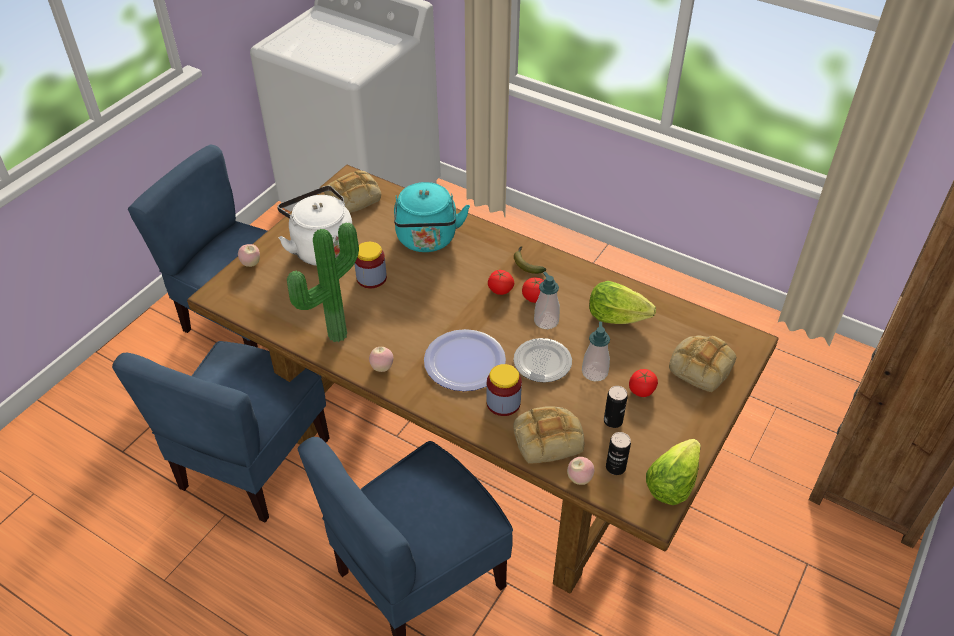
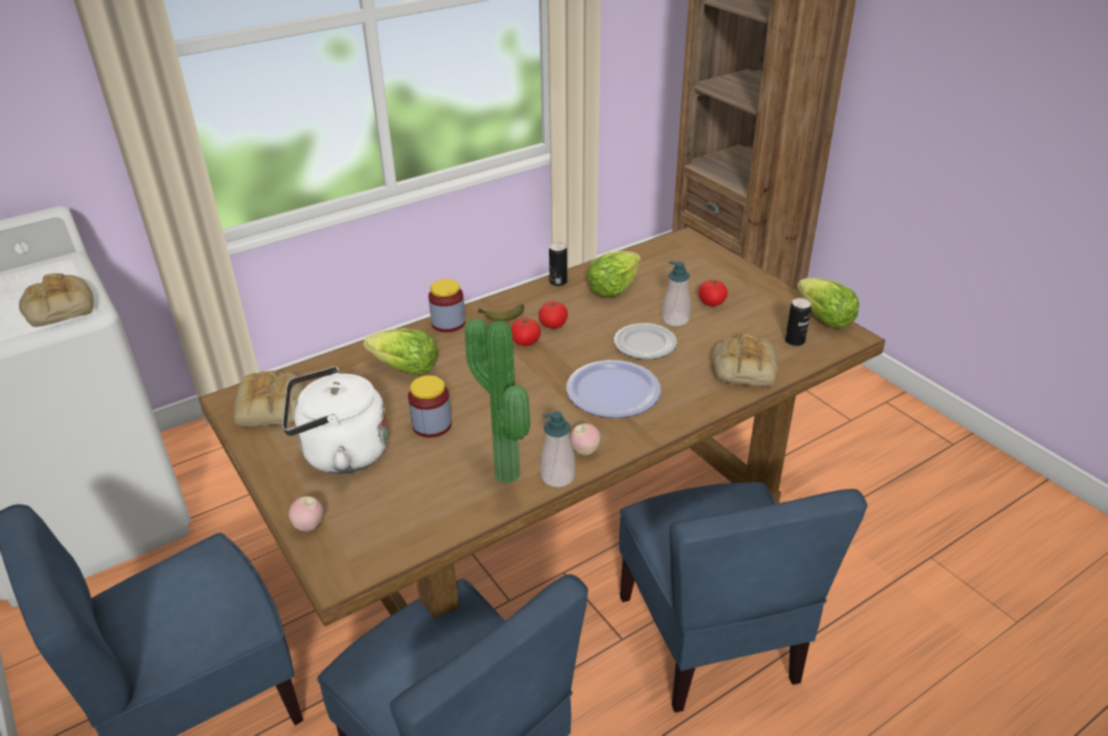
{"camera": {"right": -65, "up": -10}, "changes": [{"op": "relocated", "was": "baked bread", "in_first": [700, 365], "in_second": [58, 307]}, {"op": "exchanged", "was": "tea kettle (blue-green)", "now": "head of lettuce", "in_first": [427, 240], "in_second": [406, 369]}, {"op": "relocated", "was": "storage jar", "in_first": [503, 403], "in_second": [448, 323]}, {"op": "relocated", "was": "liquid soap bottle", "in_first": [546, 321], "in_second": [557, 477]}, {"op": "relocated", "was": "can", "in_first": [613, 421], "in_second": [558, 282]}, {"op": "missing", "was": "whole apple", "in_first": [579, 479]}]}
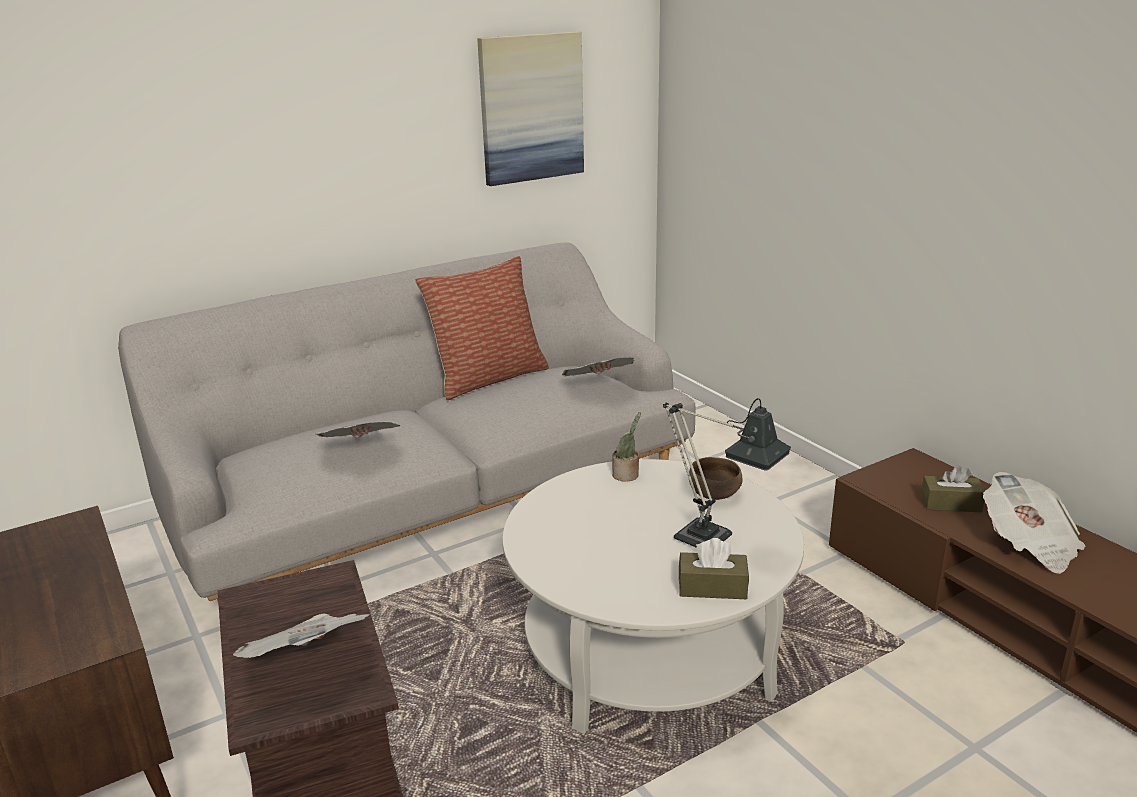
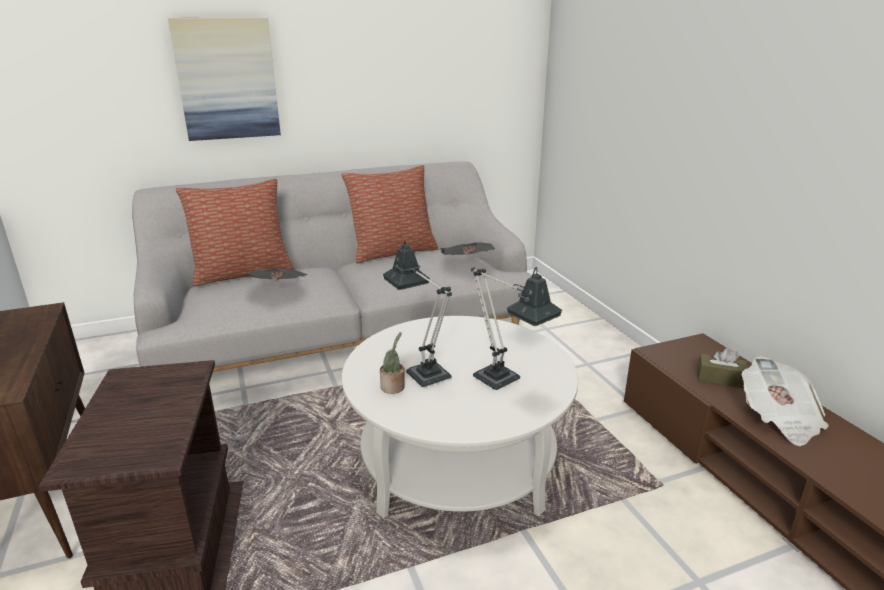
{"camera": {"right": 10, "up": 0}, "changes": [{"op": "relocated", "was": "picture", "in_first": [531, 108], "in_second": [227, 79]}, {"op": "appeared", "now": "pillow", "in_second": [242, 273]}, {"op": "relocated", "was": "houseplant", "in_first": [627, 475], "in_second": [393, 387]}, {"op": "appeared", "now": "table lamp", "in_second": [423, 371]}, {"op": "missing", "was": "printed paper", "in_first": [308, 661]}, {"op": "missing", "was": "tissue holder (brown-coloured)", "in_first": [712, 587]}, {"op": "missing", "was": "deep dish (brown-coloured)", "in_first": [715, 494]}]}
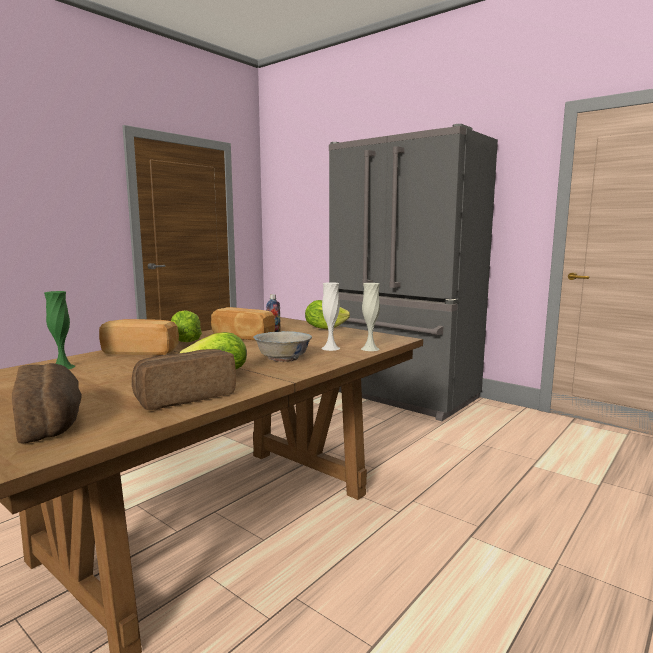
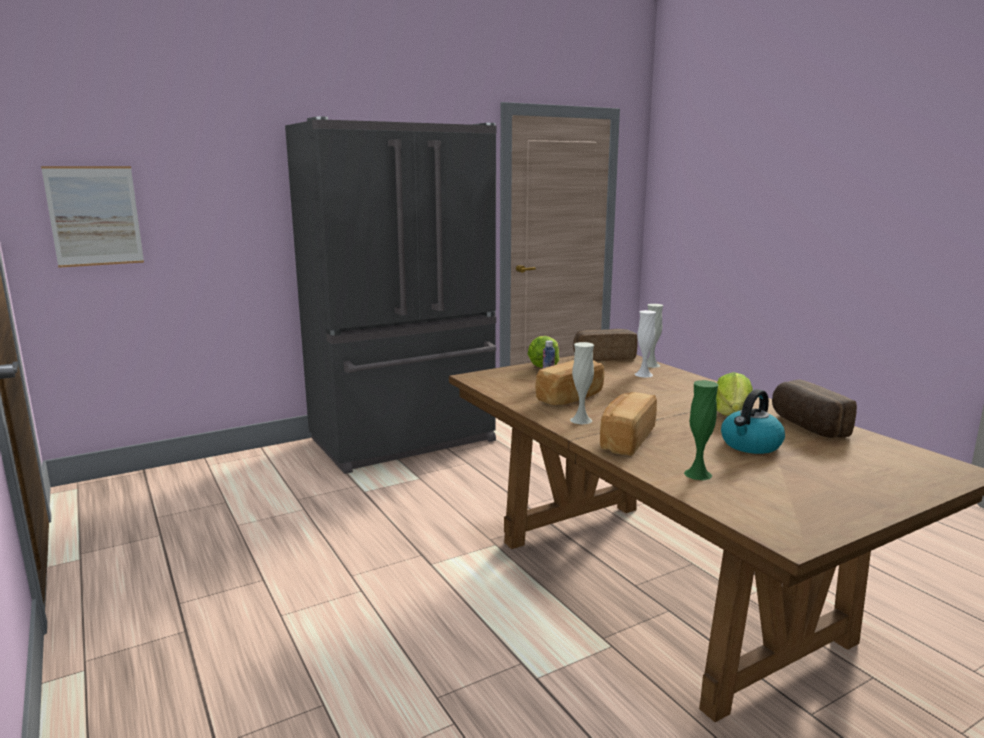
{"camera": {"right": -70, "up": 5}, "changes": [{"op": "appeared", "now": "picture", "in_second": [94, 216]}, {"op": "exchanged", "was": "head of lettuce", "now": "decorative vase (white)", "in_first": [185, 341], "in_second": [581, 420]}, {"op": "relocated", "was": "baked bread", "in_first": [52, 422], "in_second": [603, 357]}, {"op": "appeared", "now": "tea kettle", "in_second": [750, 445]}, {"op": "missing", "was": "deep dish (white)", "in_first": [283, 358]}]}
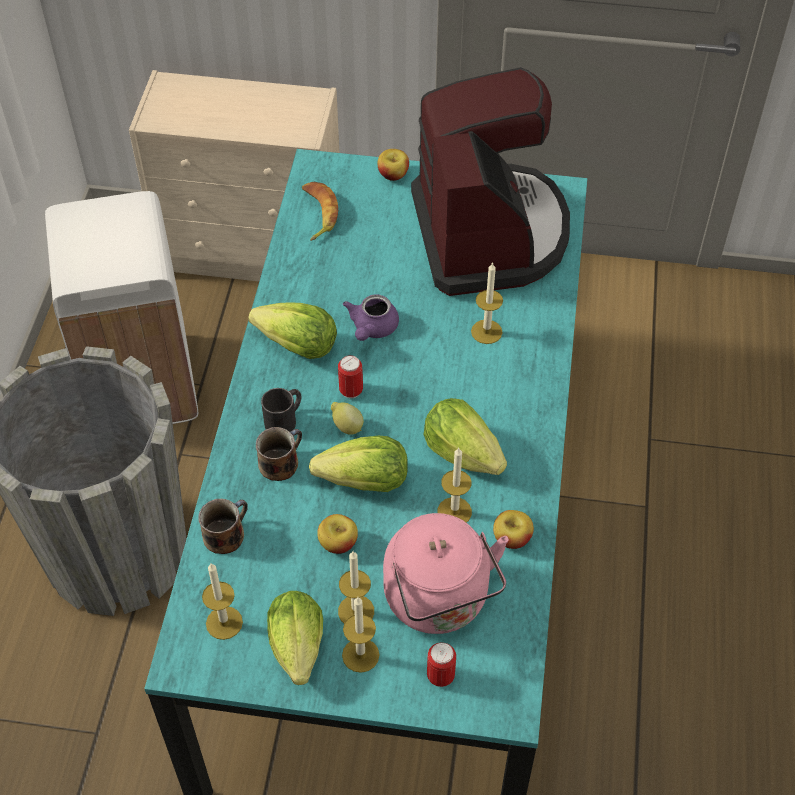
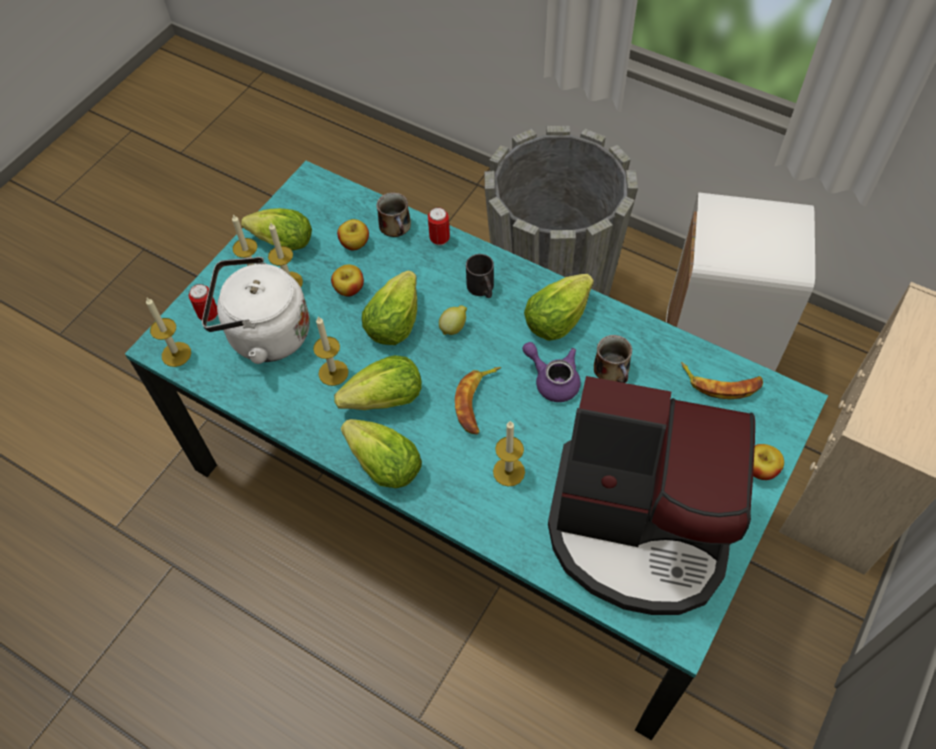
{"camera": {"right": 115, "up": 5}, "changes": [{"op": "relocated", "was": "wax light", "in_first": [224, 623], "in_second": [176, 354]}, {"op": "colour", "was": "tea kettle (pinkish)", "now": "tea kettle (white)", "in_first": [440, 601], "in_second": [264, 335]}, {"op": "relocated", "was": "whole apple", "in_first": [512, 538], "in_second": [355, 244]}, {"op": "appeared", "now": "head of lettuce", "in_second": [384, 465]}, {"op": "relocated", "was": "can", "in_first": [351, 391], "in_second": [439, 239]}, {"op": "appeared", "now": "banana", "in_second": [477, 402]}, {"op": "relocated", "was": "mug", "in_first": [280, 462], "in_second": [612, 370]}]}
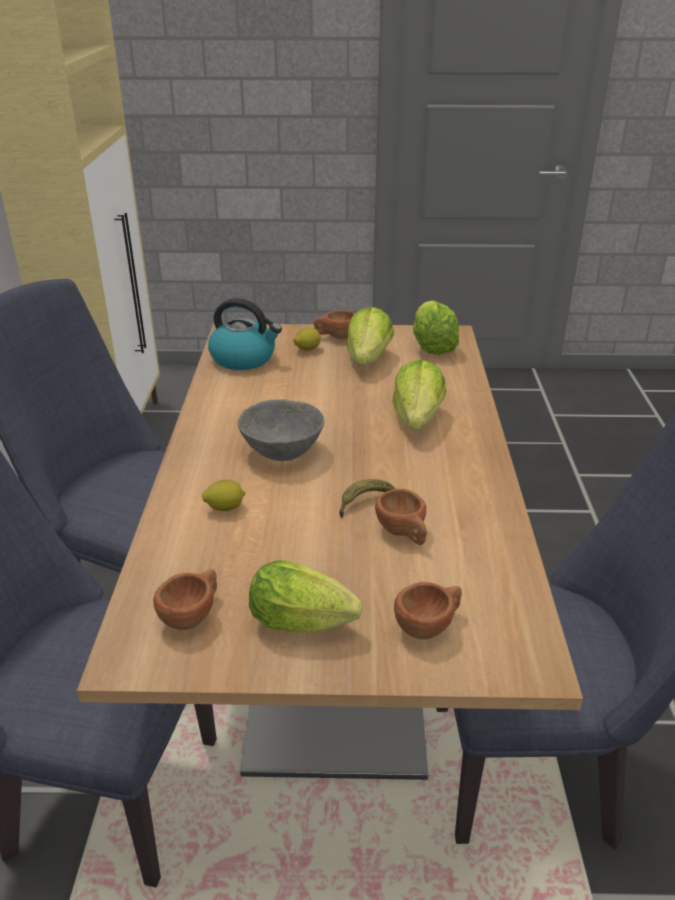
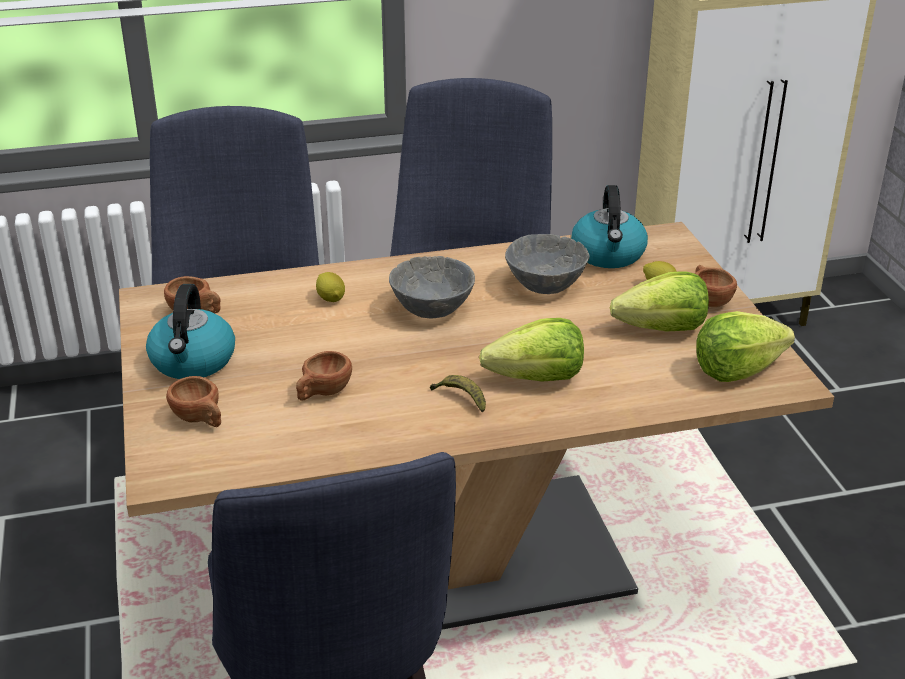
{"camera": {"right": 75, "up": 0}, "changes": [{"op": "exchanged", "was": "head of lettuce", "now": "tea kettle", "in_first": [307, 623], "in_second": [193, 362]}, {"op": "relocated", "was": "banana", "in_first": [363, 502], "in_second": [461, 399]}, {"op": "appeared", "now": "deep dish (grey)", "in_second": [545, 286]}]}
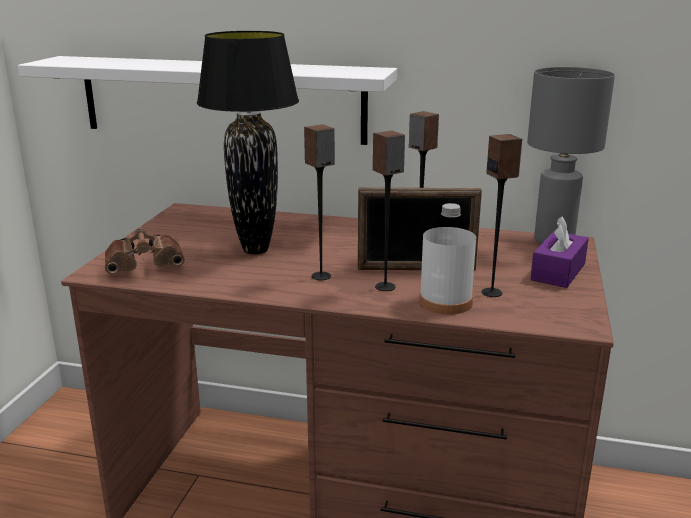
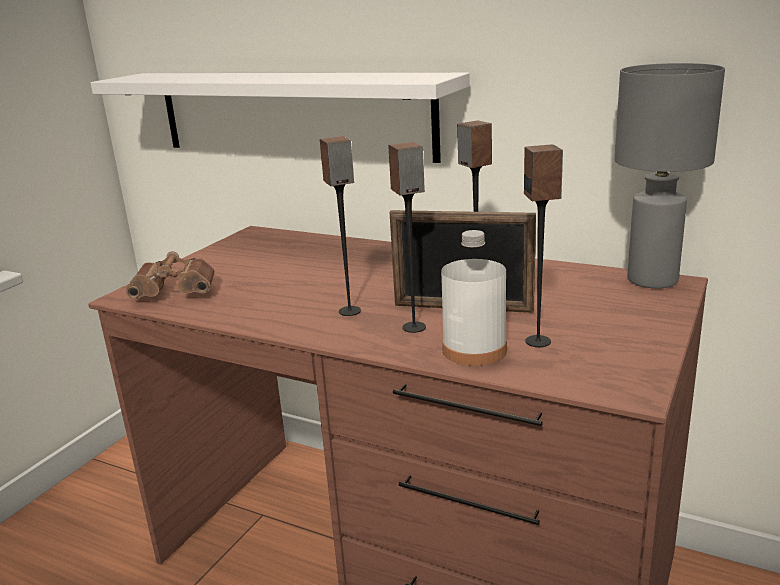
{"camera": {"right": 15, "up": 0}, "changes": [{"op": "missing", "was": "table lamp (blackish)", "in_first": [255, 250]}, {"op": "missing", "was": "tissue holder (purple)", "in_first": [558, 272]}]}
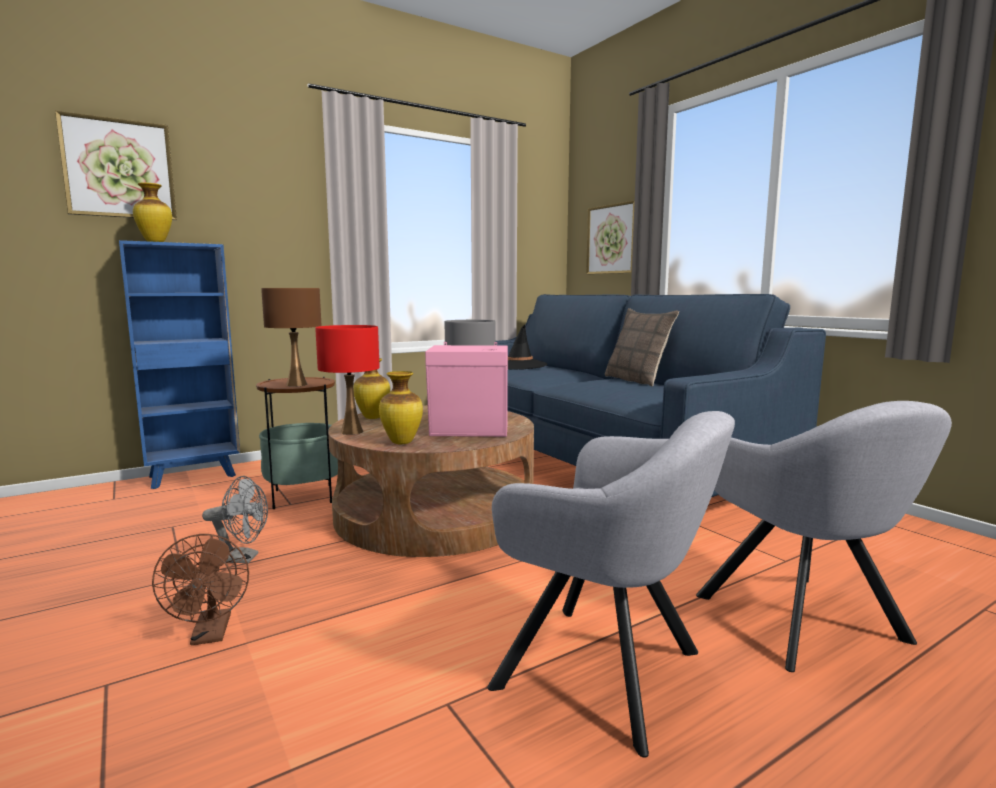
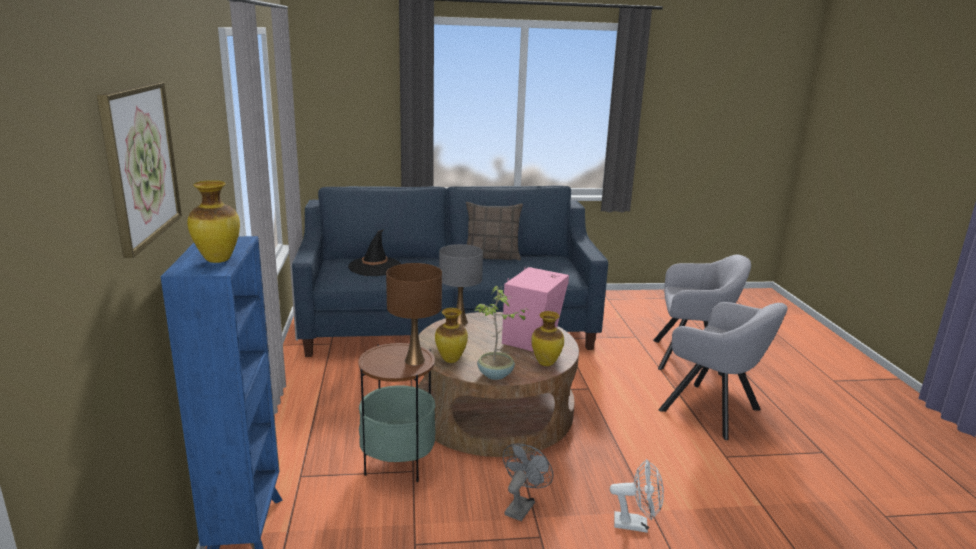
{"camera": {"right": -65, "up": 10}, "changes": [{"op": "exchanged", "was": "table lamp (red)", "now": "houseplant", "in_first": [351, 432], "in_second": [495, 375]}, {"op": "colour", "was": "fan (brown-coloured)", "now": "fan (white)", "in_first": [210, 635], "in_second": [636, 524]}, {"op": "spun", "was": "easy chair (grey)", "in_first": [610, 674], "in_second": [715, 412], "clockwise": 75}, {"op": "missing", "was": "picture", "in_first": [612, 239]}]}
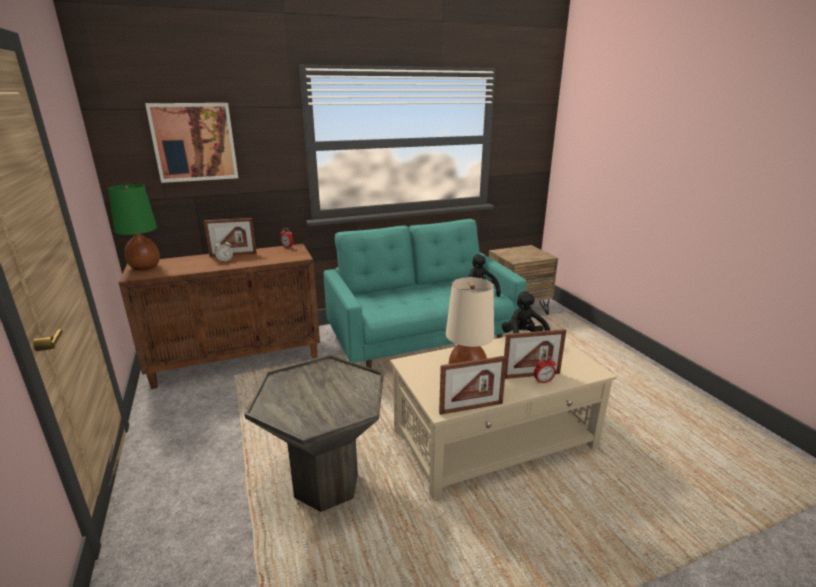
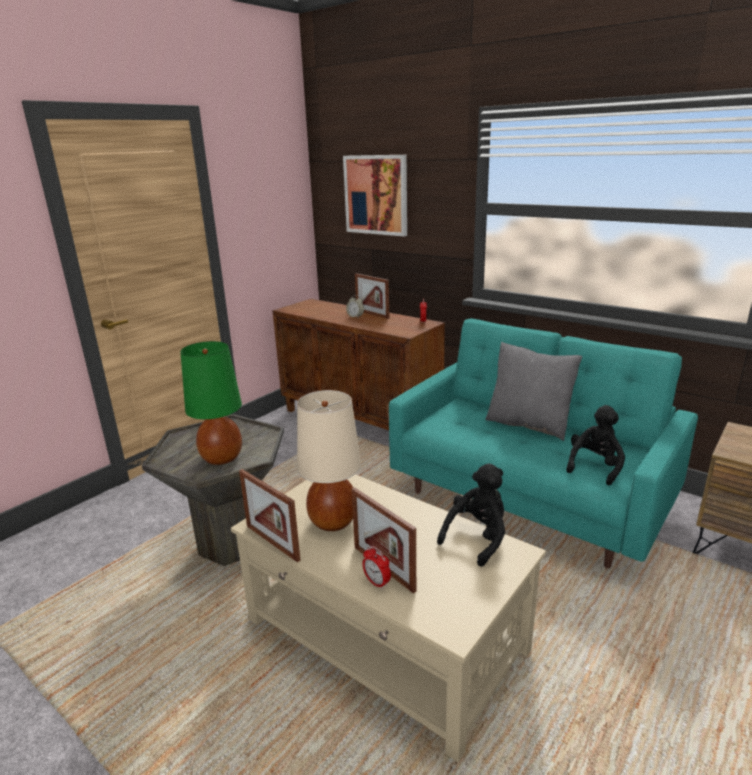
{"camera": {"right": 60, "up": 0}, "changes": [{"op": "relocated", "was": "table lamp (green-coloured)", "in_first": [145, 267], "in_second": [222, 458]}, {"op": "appeared", "now": "pillow (grey)", "in_second": [529, 424]}]}
